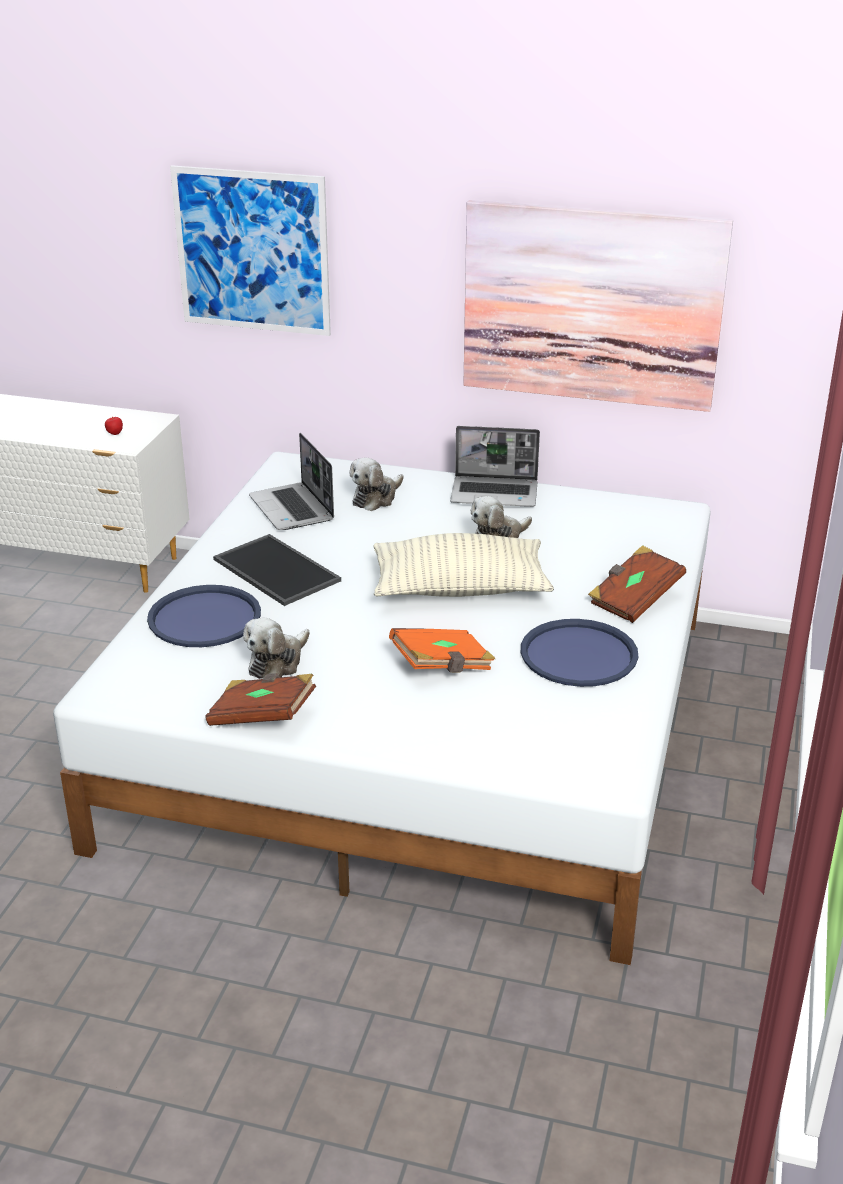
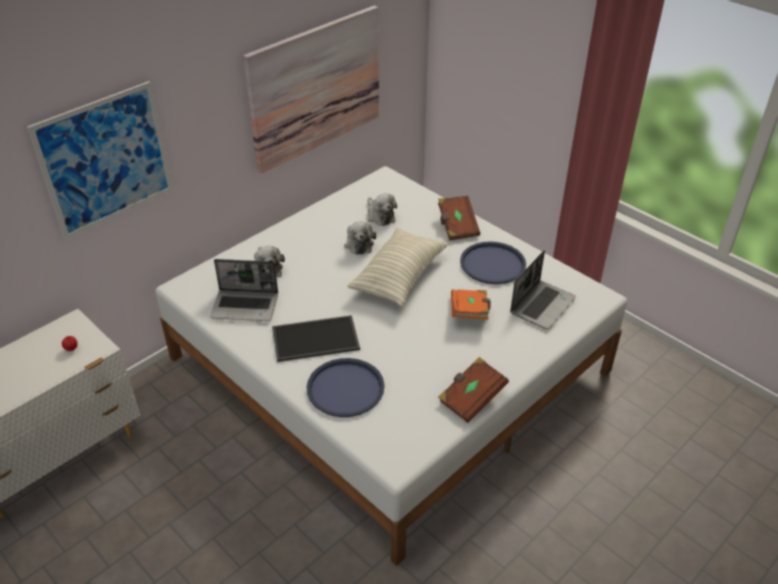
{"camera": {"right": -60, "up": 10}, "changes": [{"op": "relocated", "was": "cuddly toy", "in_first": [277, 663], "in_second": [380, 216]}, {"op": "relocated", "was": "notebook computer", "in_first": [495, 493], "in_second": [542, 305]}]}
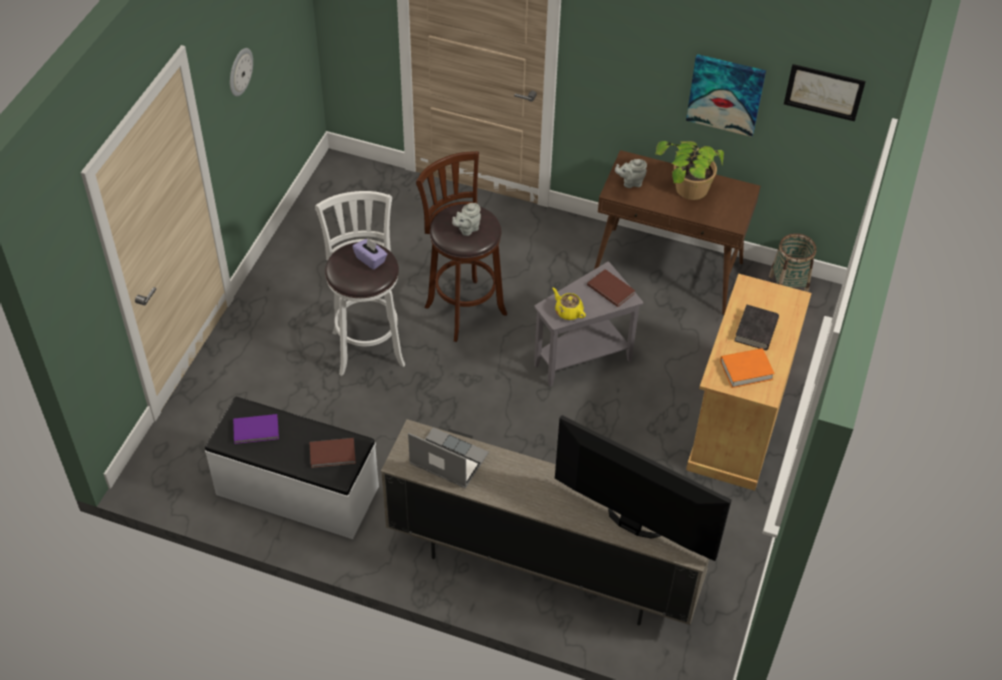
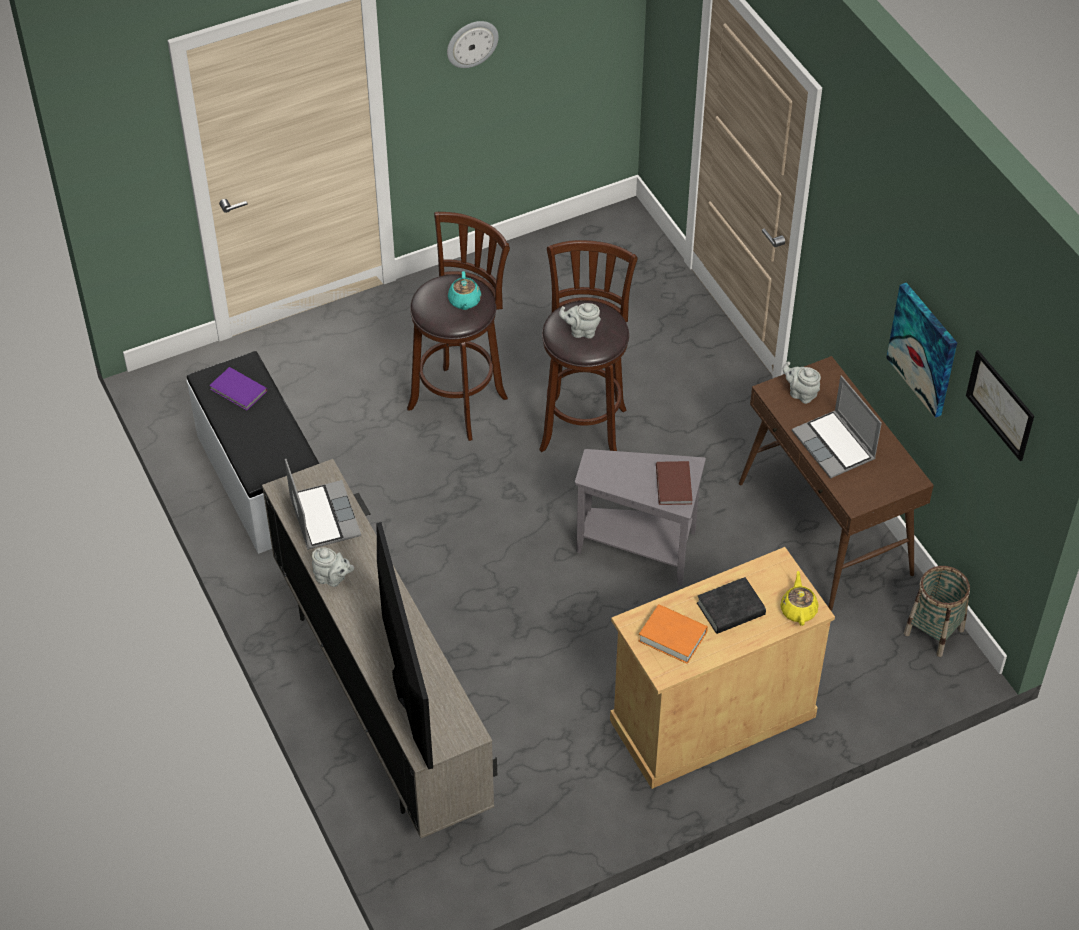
{"camera": {"right": 45, "up": 0}, "changes": [{"op": "appeared", "now": "tea pot (grey)", "in_second": [332, 578]}, {"op": "colour", "was": "stool (white)", "now": "stool (brown-coloured)", "in_first": [367, 345], "in_second": [460, 399]}, {"op": "exchanged", "was": "tissue holder (purple)", "now": "tea pot (blue-green)", "in_first": [370, 259], "in_second": [464, 301]}, {"op": "relocated", "was": "tea pot (yellow)", "in_first": [568, 311], "in_second": [798, 609]}, {"op": "exchanged", "was": "houseplant", "now": "notebook computer", "in_first": [685, 200], "in_second": [835, 446]}, {"op": "missing", "was": "book (brown-coloured)", "in_first": [333, 454]}]}
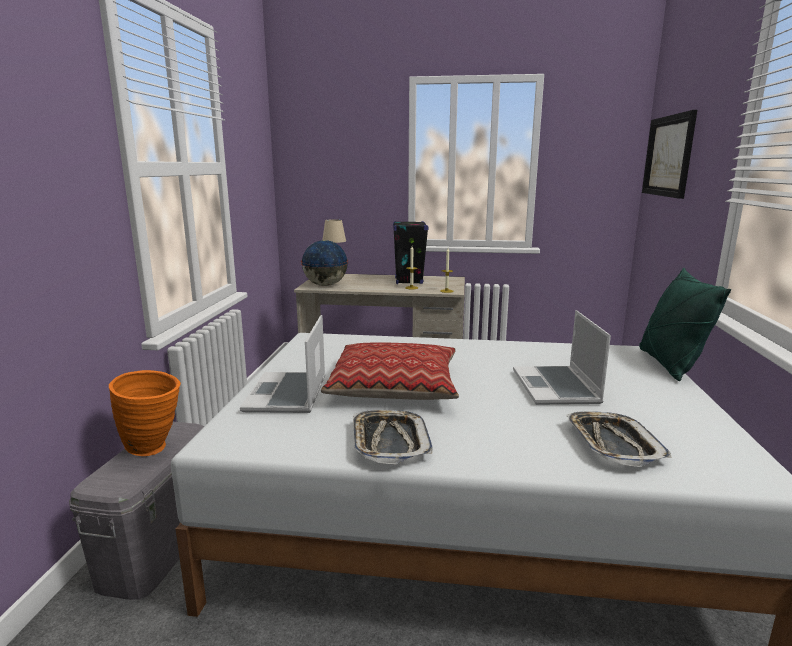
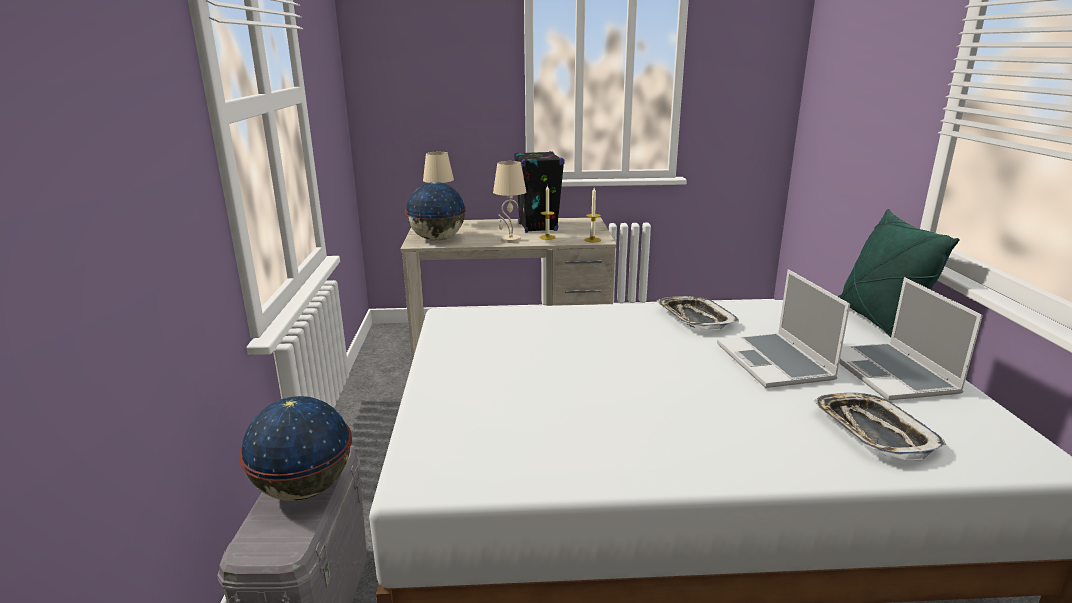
{"camera": {"right": -10, "up": 5}, "changes": [{"op": "exchanged", "was": "decorative vase (orange)", "now": "globe", "in_first": [155, 449], "in_second": [304, 489]}, {"op": "appeared", "now": "table lamp (beige)", "in_second": [510, 240]}, {"op": "relocated", "was": "serving tray", "in_first": [389, 441], "in_second": [695, 318]}, {"op": "relocated", "was": "notebook computer", "in_first": [287, 395], "in_second": [892, 374]}, {"op": "missing", "was": "pillow", "in_first": [395, 386]}, {"op": "missing", "was": "picture", "in_first": [668, 156]}]}
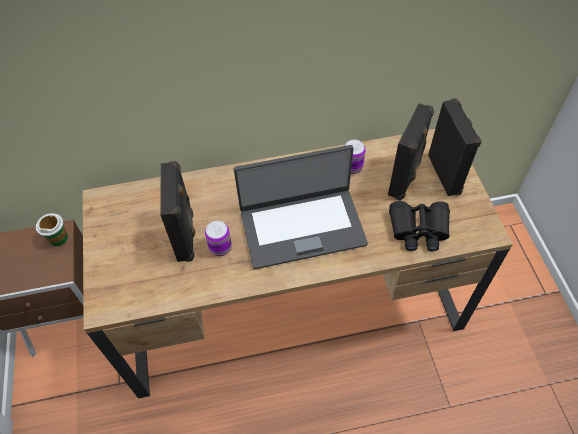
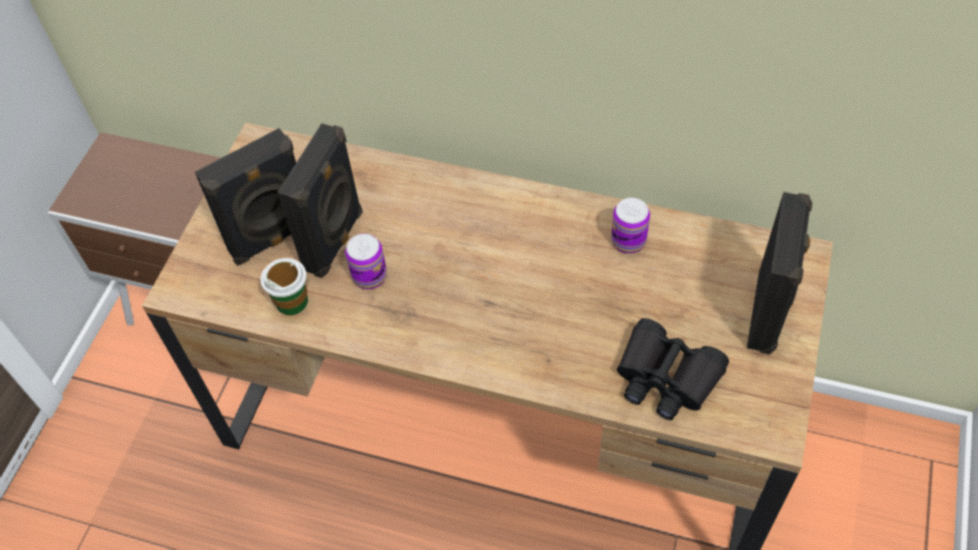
{"camera": {"right": 30, "up": 0}, "changes": [{"op": "relocated", "was": "audio speaker (blackish)", "in_first": [405, 178], "in_second": [273, 239]}, {"op": "relocated", "was": "drinking cup", "in_first": [58, 238], "in_second": [292, 301]}, {"op": "missing", "was": "notebook computer", "in_first": [302, 226]}]}
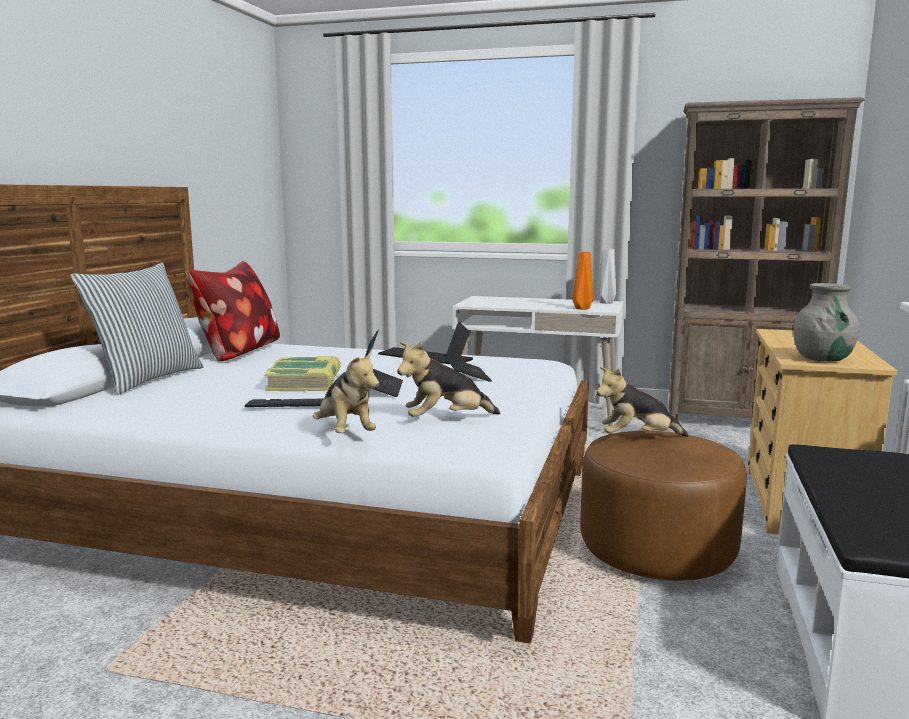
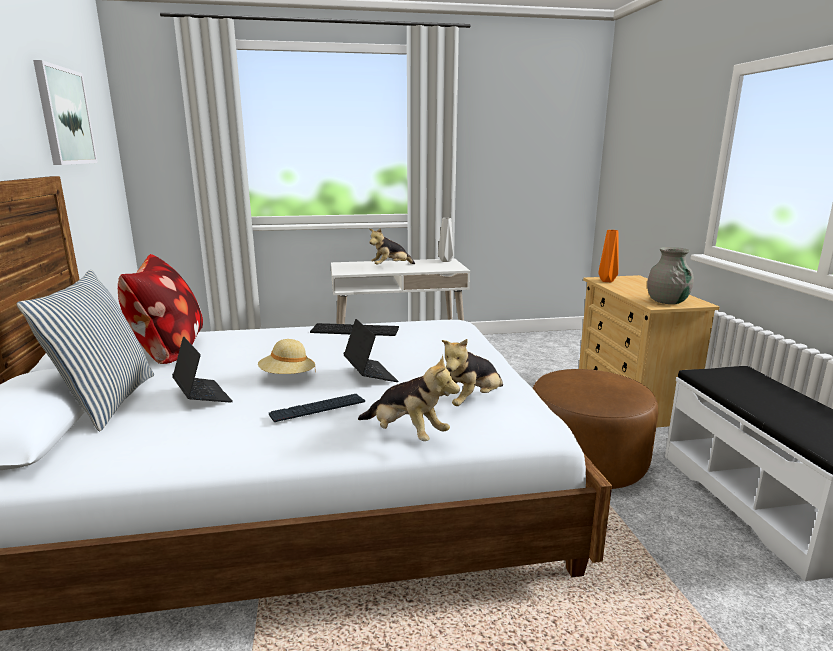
{"camera": {"right": -25, "up": 5}, "changes": [{"op": "appeared", "now": "picture", "in_second": [64, 116]}, {"op": "relocated", "was": "notebook computer", "in_first": [467, 375], "in_second": [202, 396]}, {"op": "exchanged", "was": "book", "now": "wearable hat (beige)", "in_first": [305, 381], "in_second": [287, 377]}, {"op": "relocated", "was": "cuddly toy", "in_first": [637, 438], "in_second": [390, 267]}, {"op": "relocated", "was": "decorative vase (orange)", "in_first": [583, 308], "in_second": [607, 281]}, {"op": "missing", "was": "bookshelf (brown-coloured)", "in_first": [741, 421]}]}
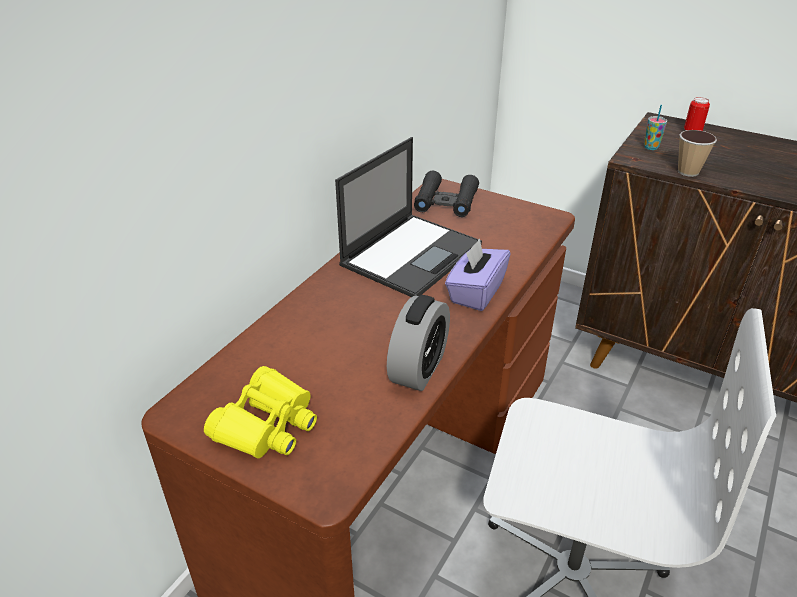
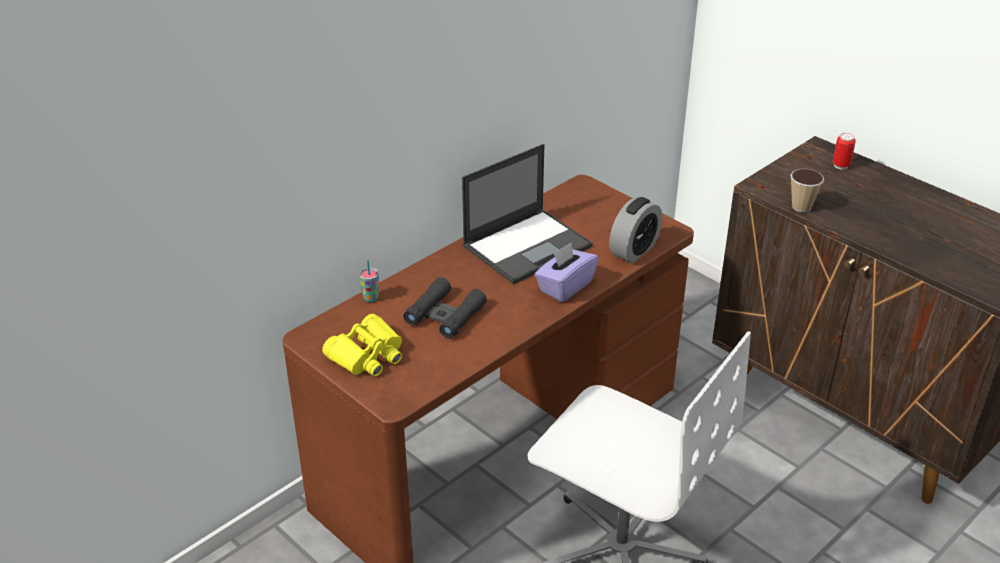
{"camera": {"right": 15, "up": 0}, "changes": [{"op": "relocated", "was": "drinking cup", "in_first": [651, 147], "in_second": [371, 298]}, {"op": "relocated", "was": "pair of binoculars (blackish)", "in_first": [446, 201], "in_second": [445, 315]}, {"op": "relocated", "was": "alarm clock", "in_first": [418, 369], "in_second": [634, 250]}]}
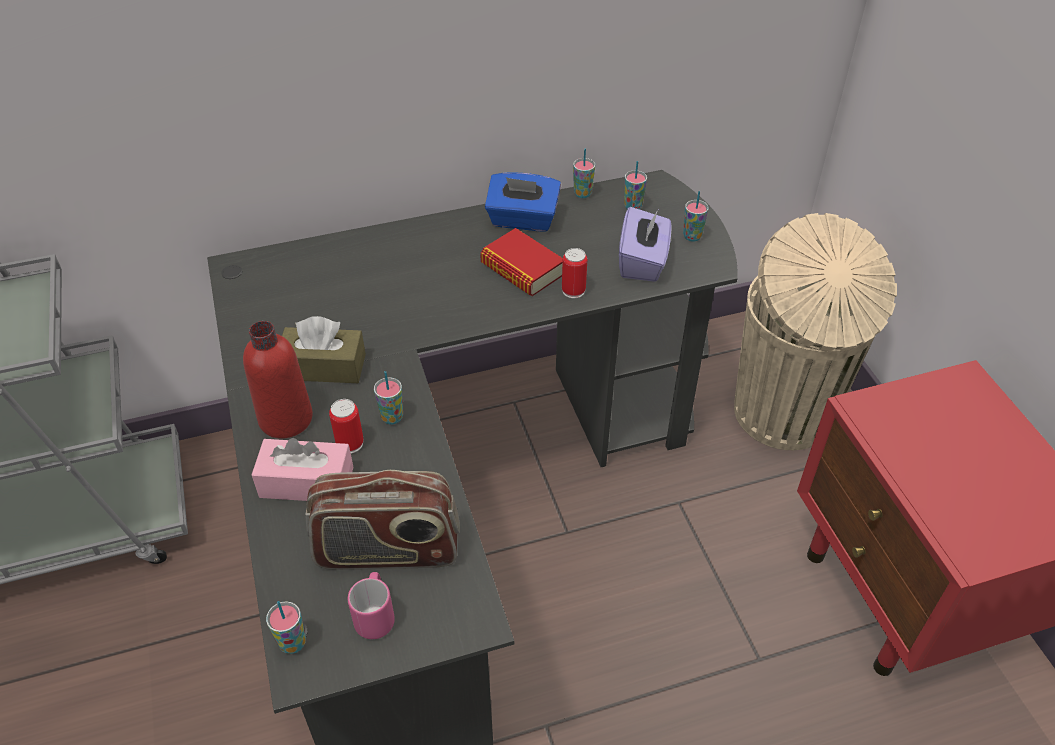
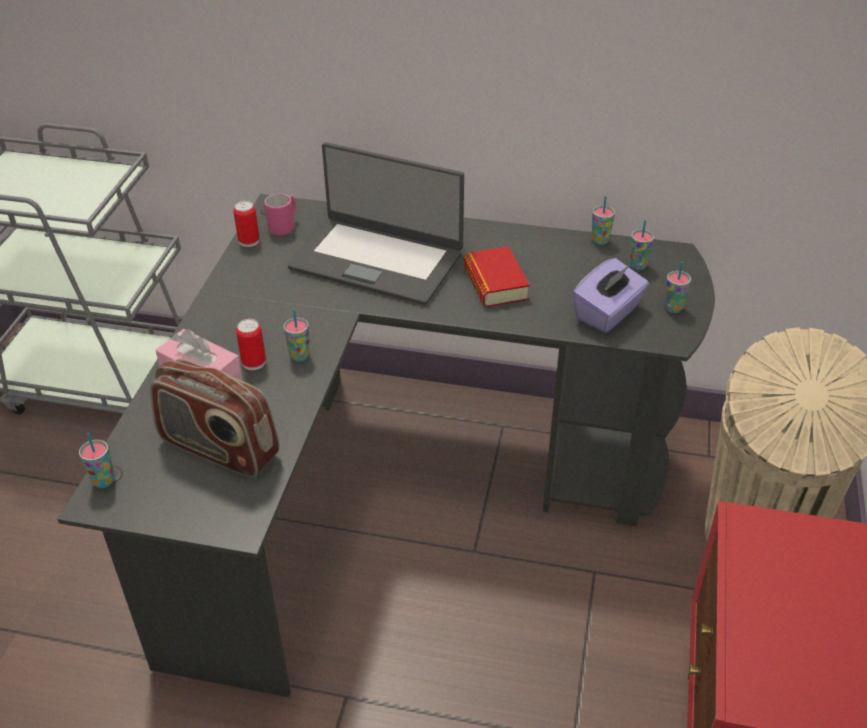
{"camera": {"right": 30, "up": -5}, "changes": [{"op": "relocated", "was": "can", "in_first": [573, 290], "in_second": [249, 241]}, {"op": "relocated", "was": "mug (pinkish)", "in_first": [375, 615], "in_second": [284, 226]}, {"op": "appeared", "now": "notebook computer", "in_second": [377, 260]}, {"op": "missing", "was": "bottle (red)", "in_first": [286, 419]}, {"op": "missing", "was": "tissue holder (brown-coloured)", "in_first": [324, 367]}, {"op": "missing", "was": "tissue holder (bluish)", "in_first": [522, 220]}]}
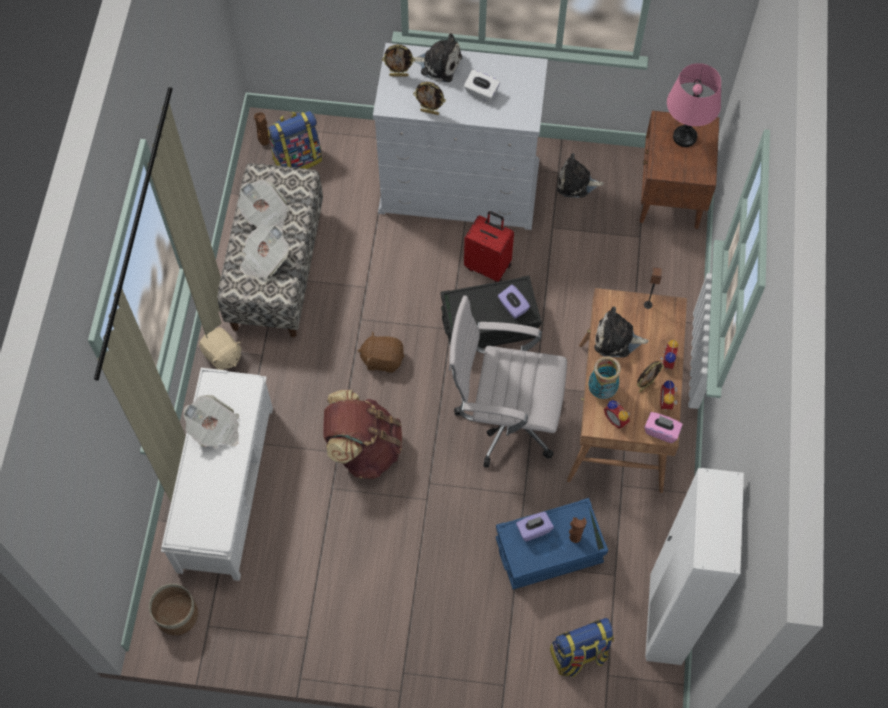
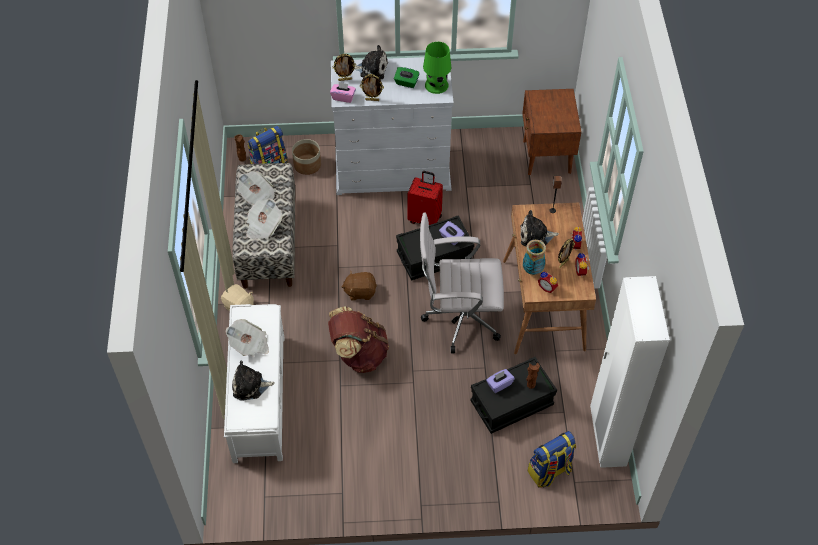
{"camera": {"right": -10, "up": -10}, "changes": [{"op": "relocated", "was": "cuddly toy", "in_first": [576, 183], "in_second": [250, 386]}, {"op": "relocated", "was": "plant pot", "in_first": [176, 615], "in_second": [307, 165]}, {"op": "relocated", "was": "tissue holder (pinkish)", "in_first": [661, 431], "in_second": [343, 97]}, {"op": "colour", "was": "tissue holder (white)", "now": "tissue holder (green-coloured)", "in_first": [481, 92], "in_second": [406, 83]}, {"op": "appeared", "now": "table lamp (green-coloured)", "in_second": [437, 85]}, {"op": "colour", "was": "storage container (bluish)", "now": "storage container (blackish)", "in_first": [549, 551], "in_second": [511, 403]}, {"op": "missing", "was": "table lamp (pinkish)", "in_first": [684, 137]}]}
